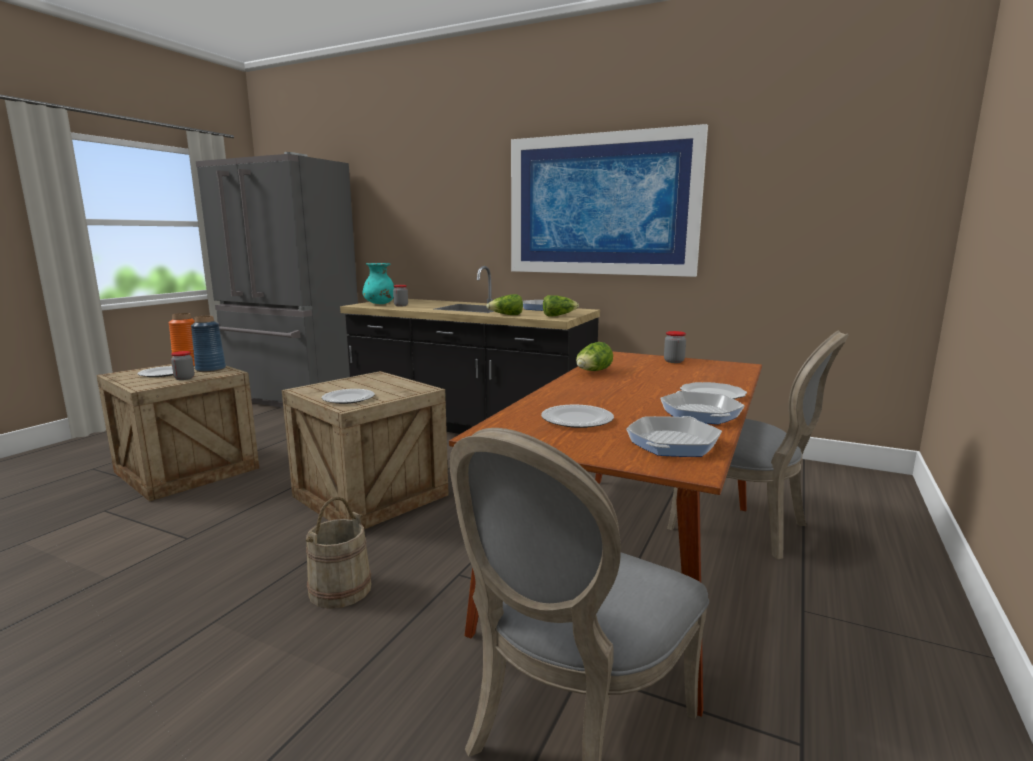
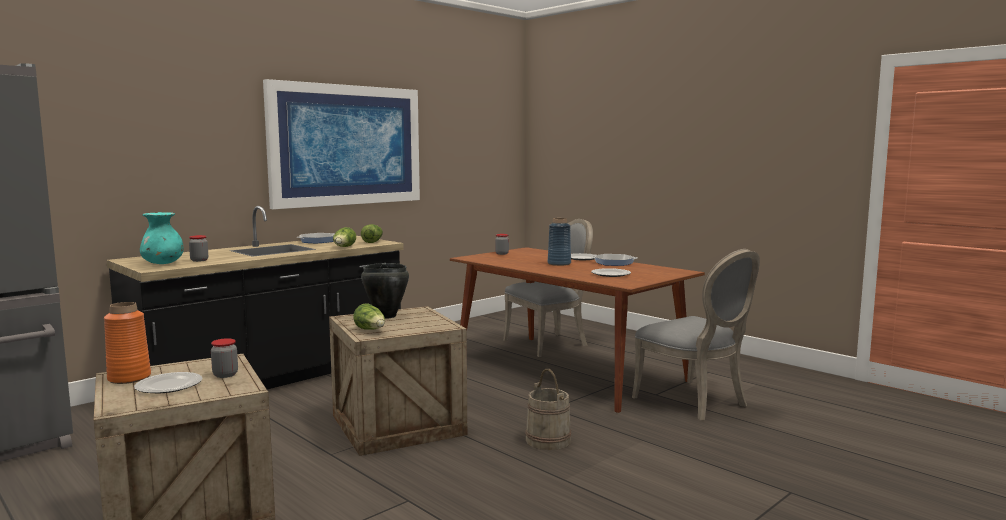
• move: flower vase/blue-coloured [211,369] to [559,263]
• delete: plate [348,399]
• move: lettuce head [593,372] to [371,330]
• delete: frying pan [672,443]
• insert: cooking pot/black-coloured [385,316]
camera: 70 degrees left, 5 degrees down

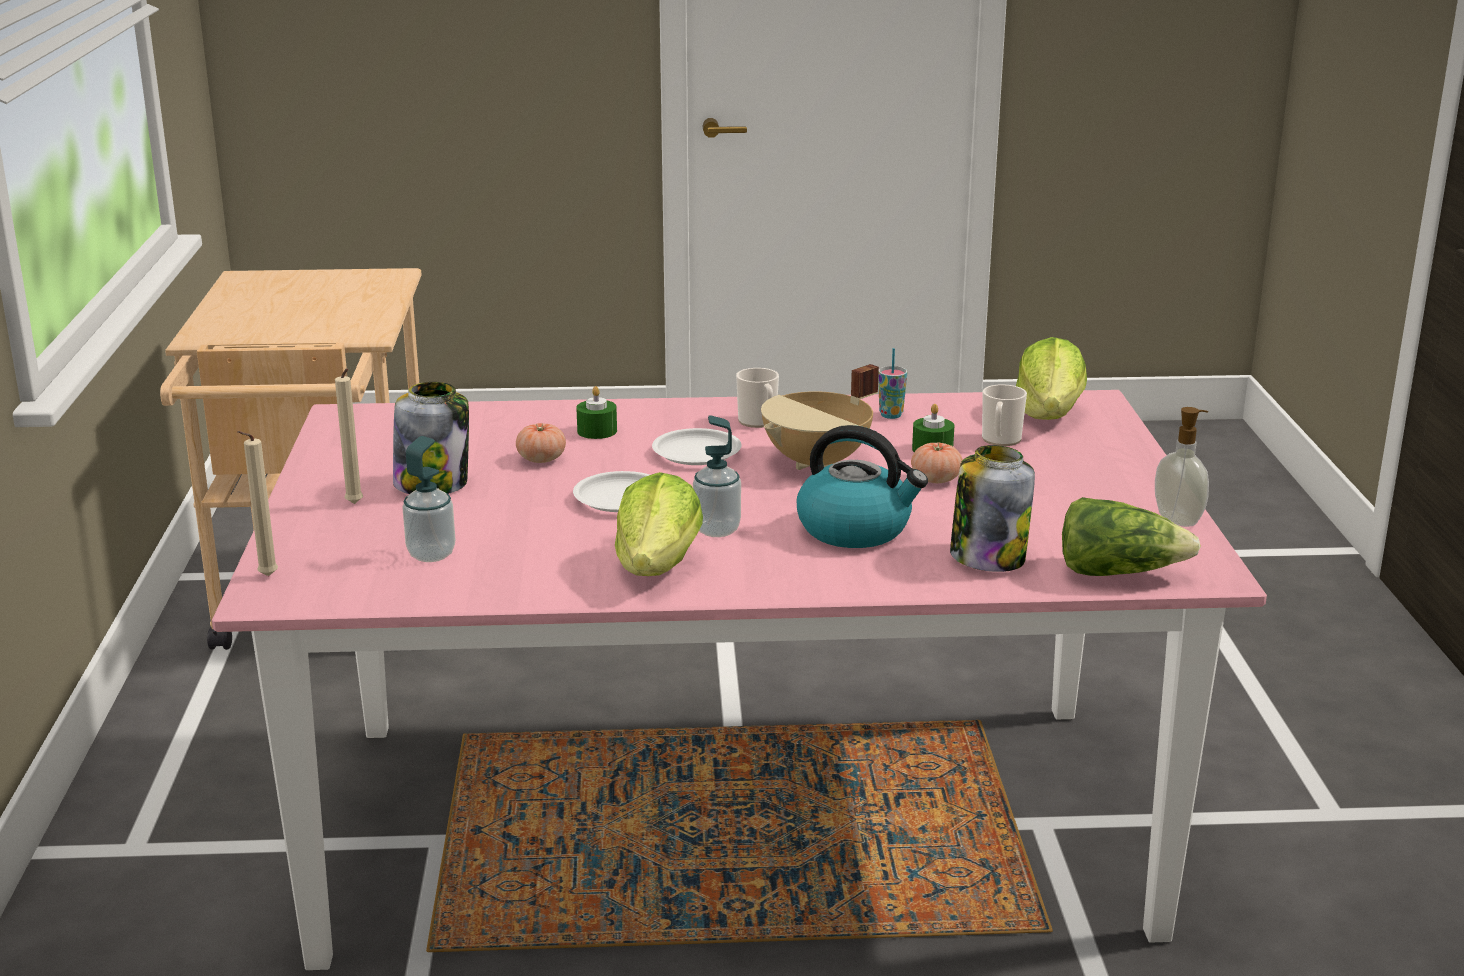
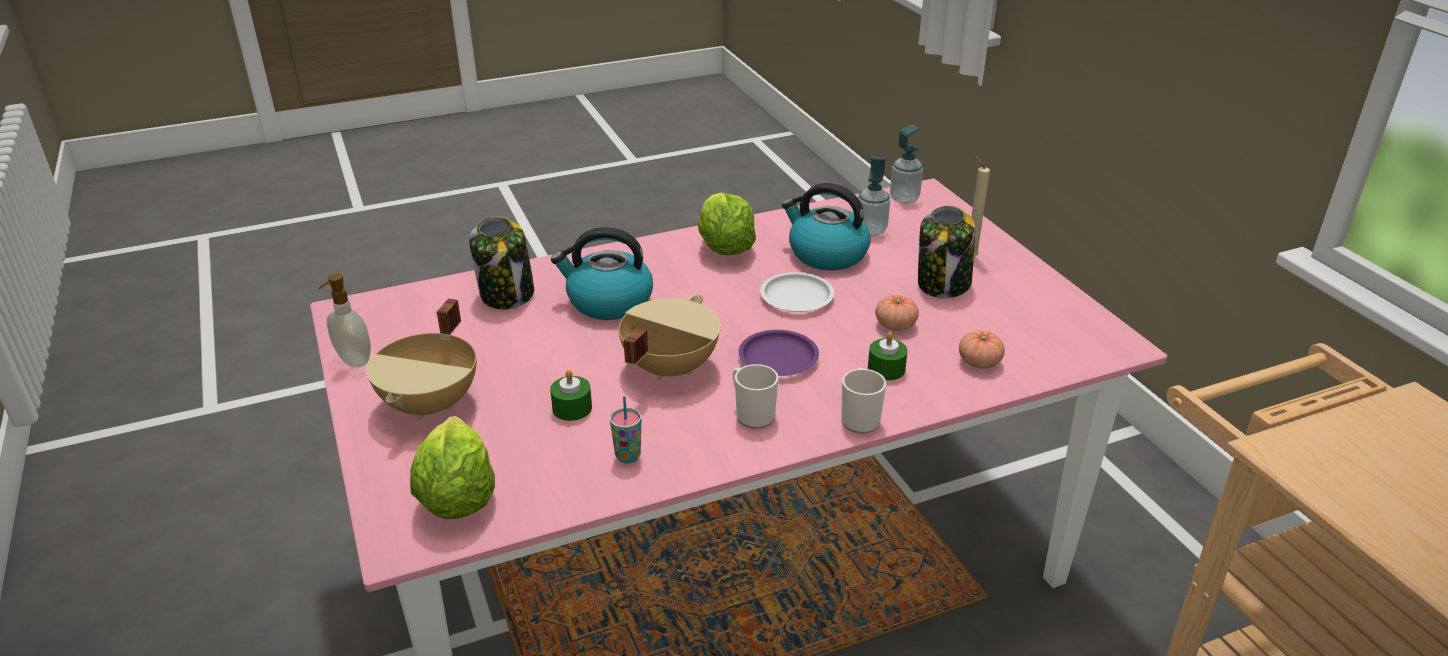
• delete: wax candle/beige-coloured [265,577]
• recolor: plate/whitish [696,453] to plate/purple-coloured [779,358]
• move: soap dispenser [717,530] to [904,199]
• move: fresh tomato [936,479] to [979,362]
• move: tea mug [1000,440] to [860,418]
• delete: lettuce head [1118,572]
• insert: cooking pot/beige-coloured [432,404]
• insert: tea kettle [826,254]
camera: 160 degrees right, 10 degrees up

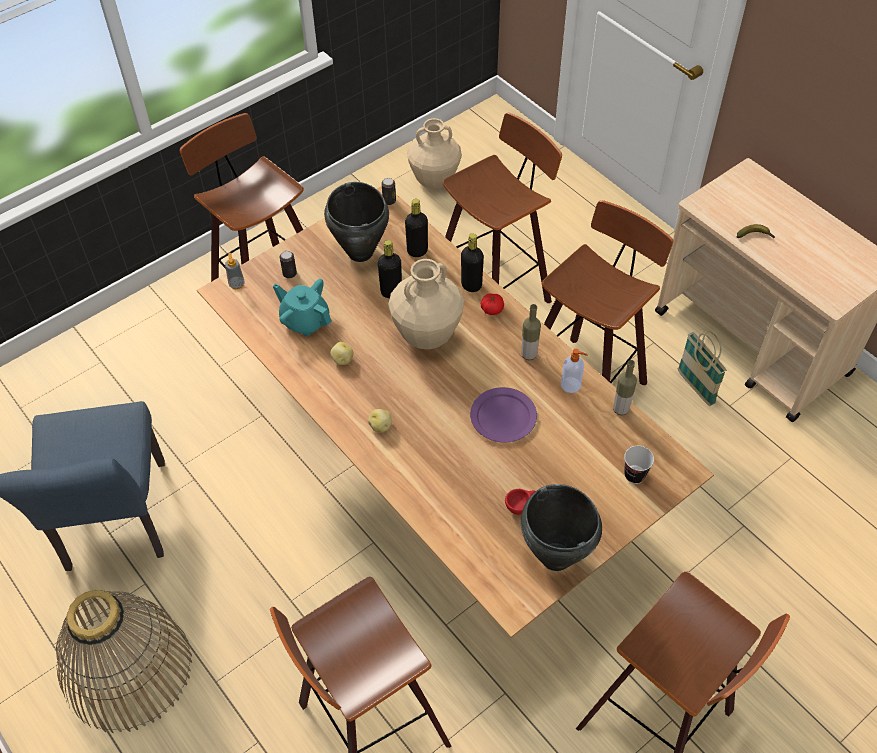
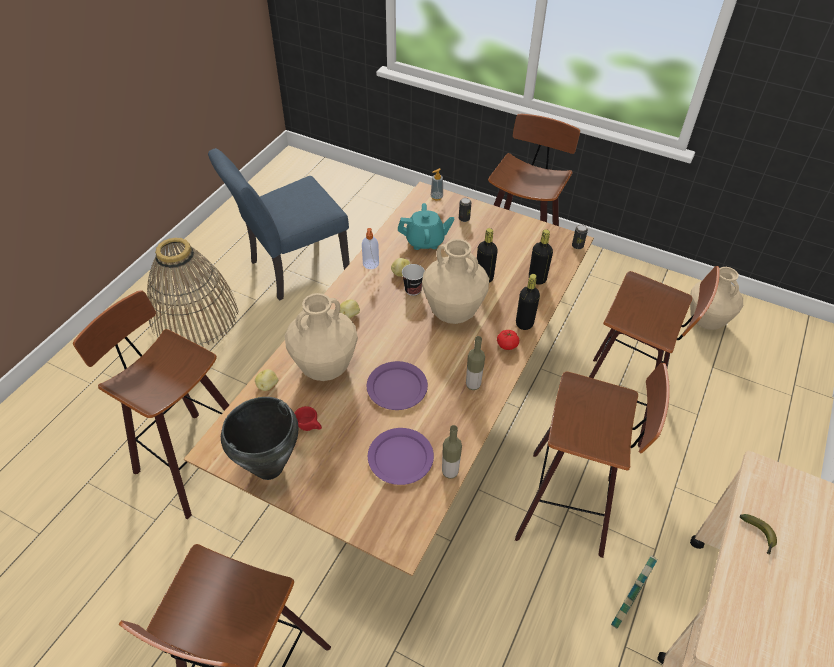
• rotate: pot for tea/turquoise [305,321] = [425,241] 75 degrees clockwise
• delete: cooking pot/black-coloured [361,252]
• move: soap dispenser [571,385] to [371,264]
• move: drinking cup [634,475] to [413,290]
• insert: potato [268,385]
• insert: flower vase/beige-coloured [324,368]
• insert: plate/purple-coloured [401,458]
camera: 65 degrees right, 5 degrees down

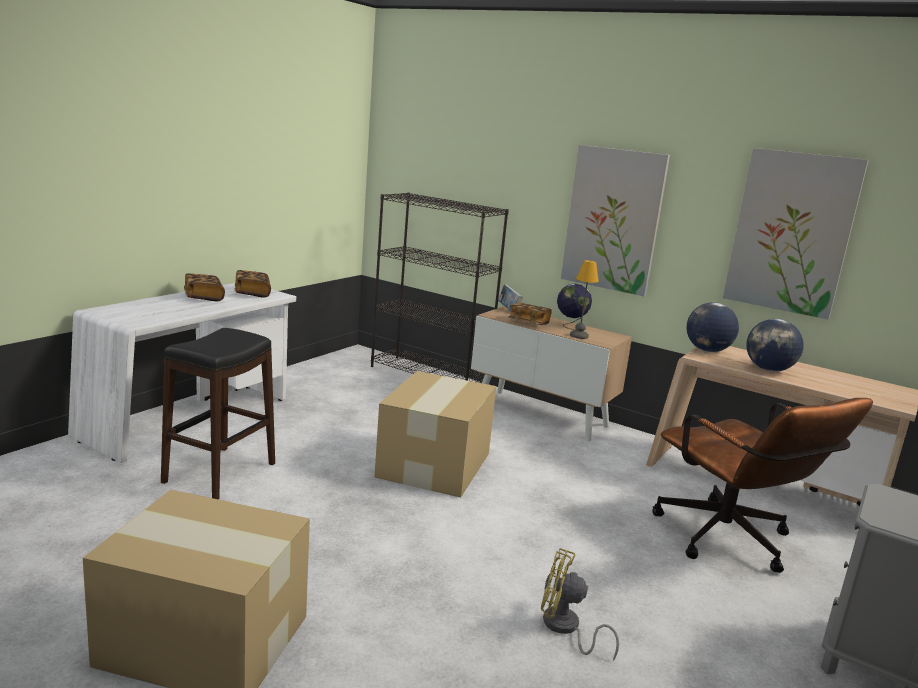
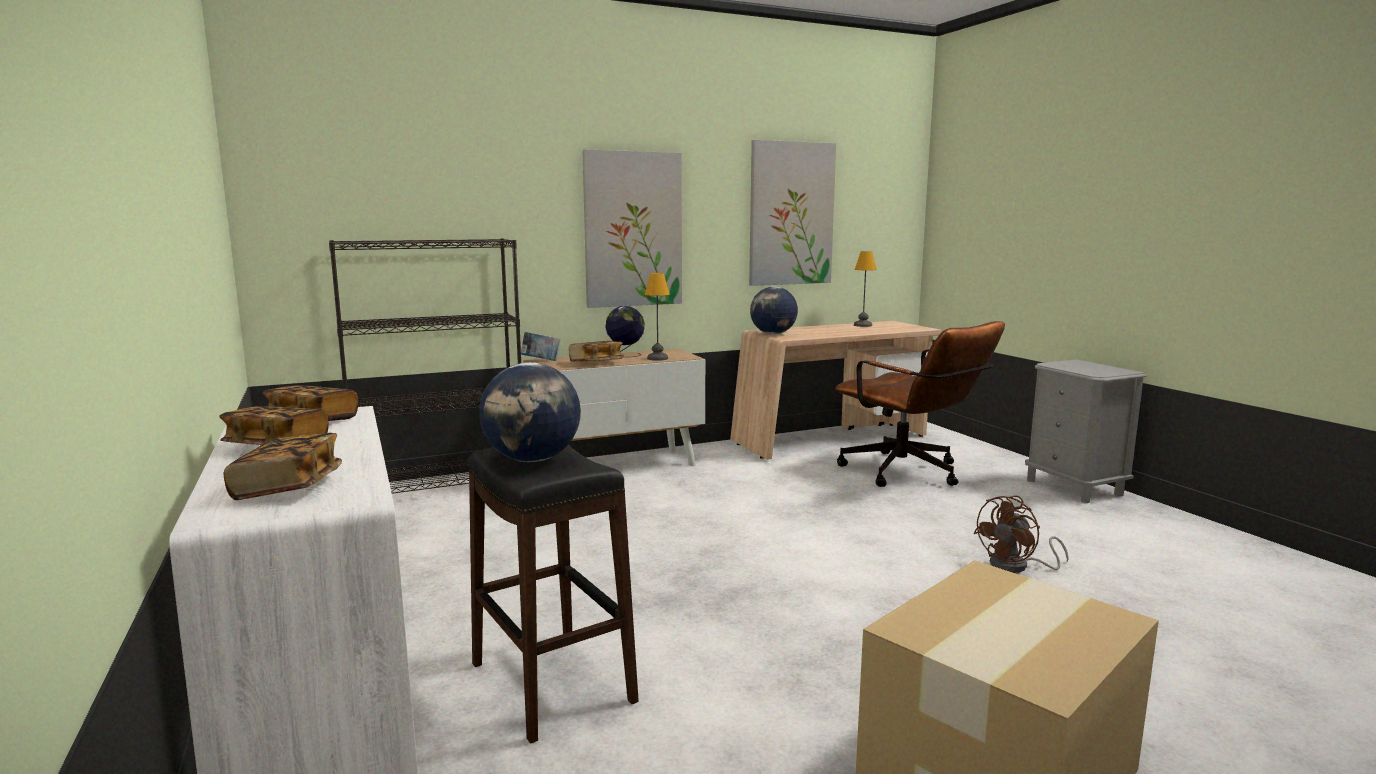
• delete: packing box [435,464]
• recolor: fan/yellow [565,628] to fan/brown-coloured [1017,566]
• rotate: computer chair/brown-coloured [732,543] = [910,474] 45 degrees clockwise
• move: desk globe [769,370] to [533,460]
• insert: volume [288,488]
• insert: table lamp [862,325]
camera: 55 degrees left, 5 degrees down

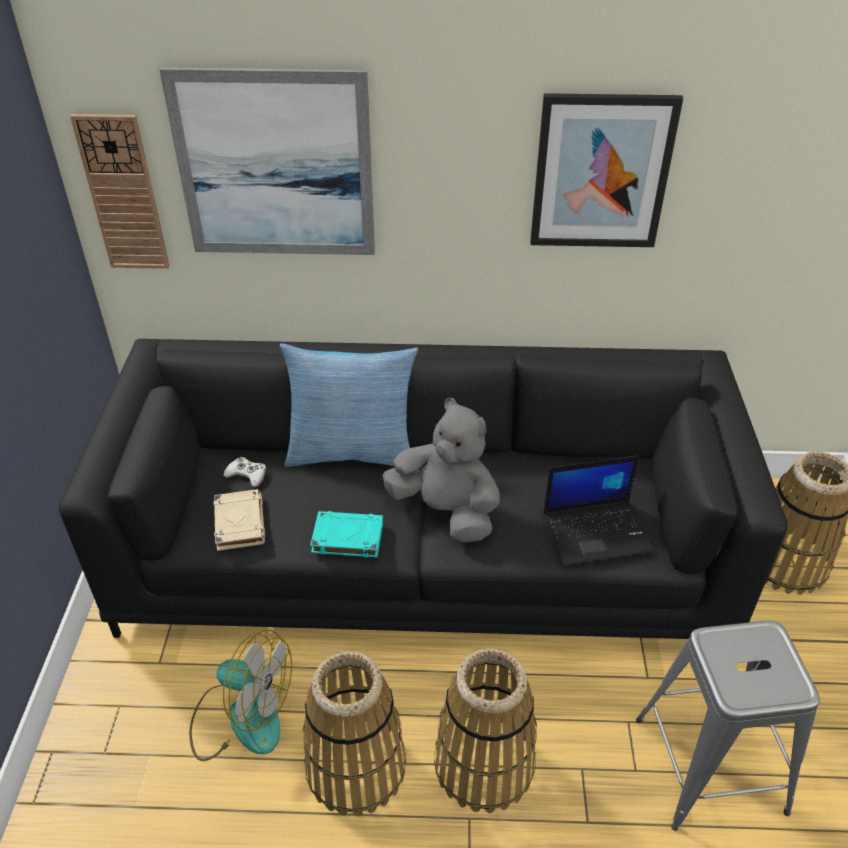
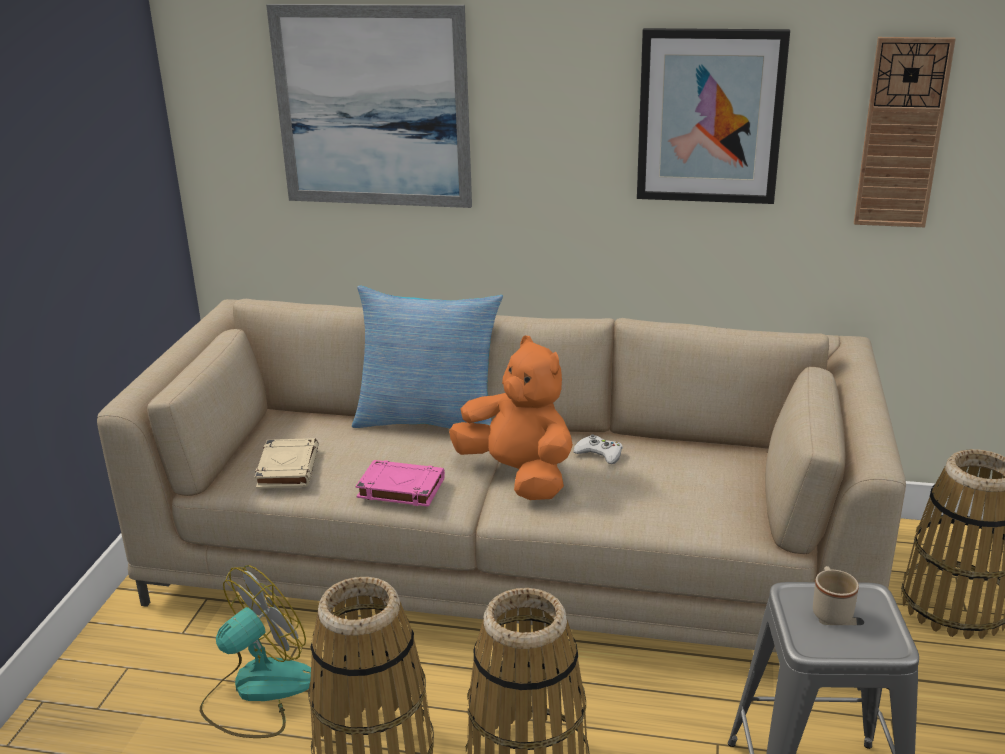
• recolor: settee/black-coloured [424,554] to settee/beige-coloured [508,561]
• move: hanging clock [123,194] to [901,134]
• rotate: fan [241,717] = [257,691] 75 degrees counterclockwise
• move: gamepad/whitish [247,475] to [599,454]
• recolor: volume/turquoise [347,537] to volume/pink-coloured [400,488]
• recolor: soft toy/gray [446,511] to soft toy/orange-coloured [518,475]
• delete: laptop [597,531]
• insert: tea mug/beige-coloured [830,610]
camera: 10 degrees right, 15 degrees down

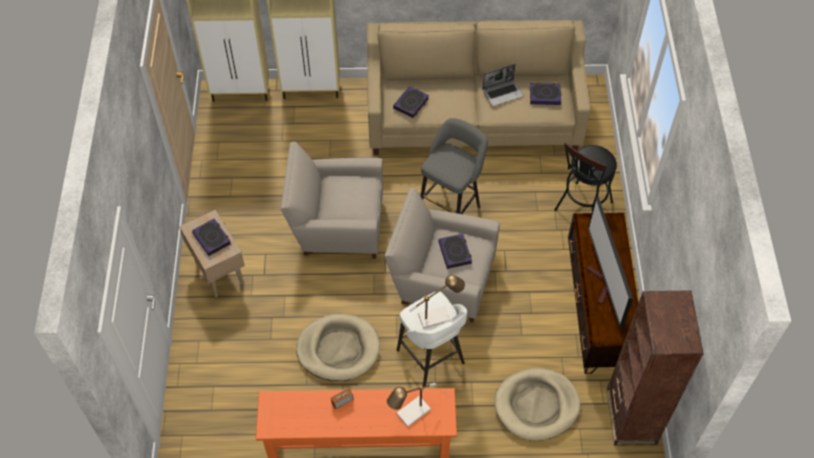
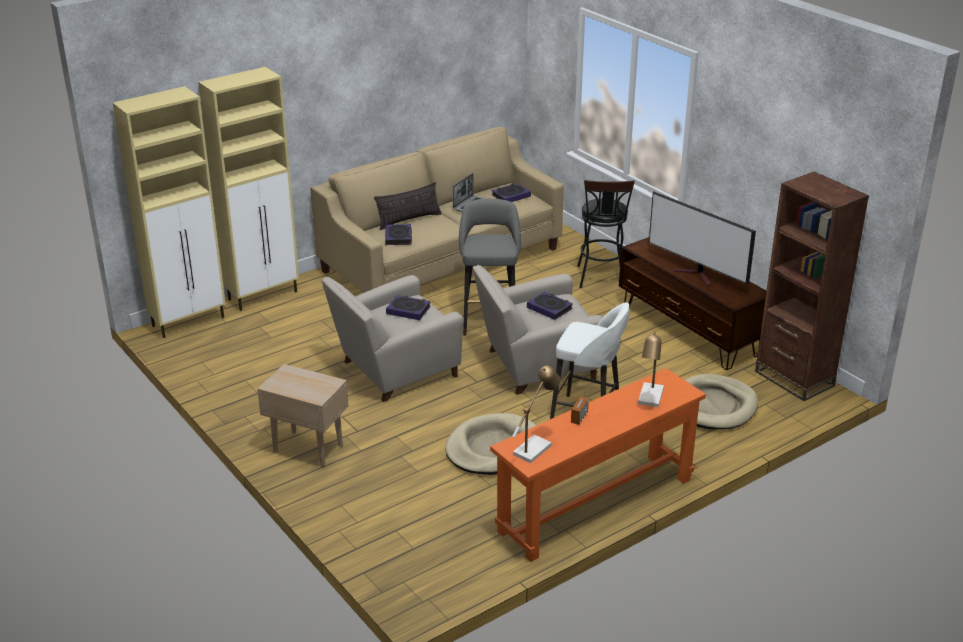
• move: volume [212,238] to [408,310]
• move: table lamp [438,316] to [535,447]
• insert: pillow [409,220]
camera: 35 degrees left, 25 degrees down

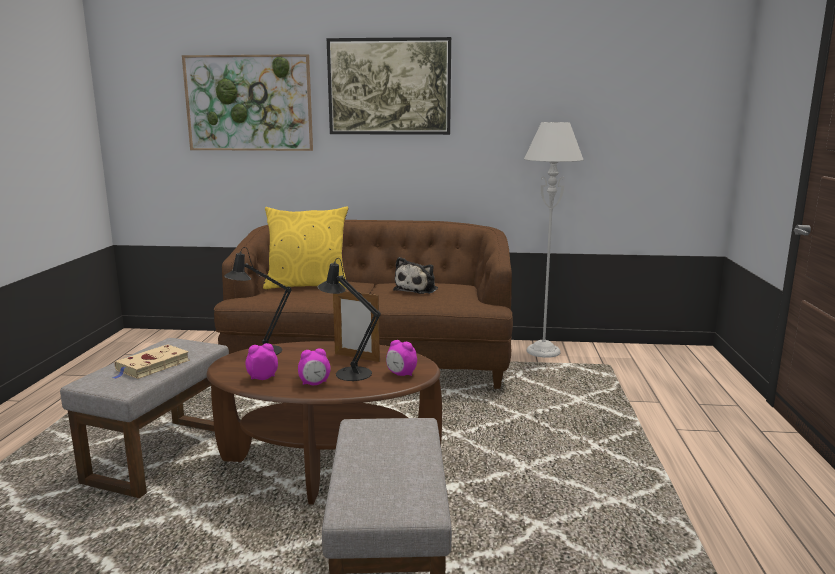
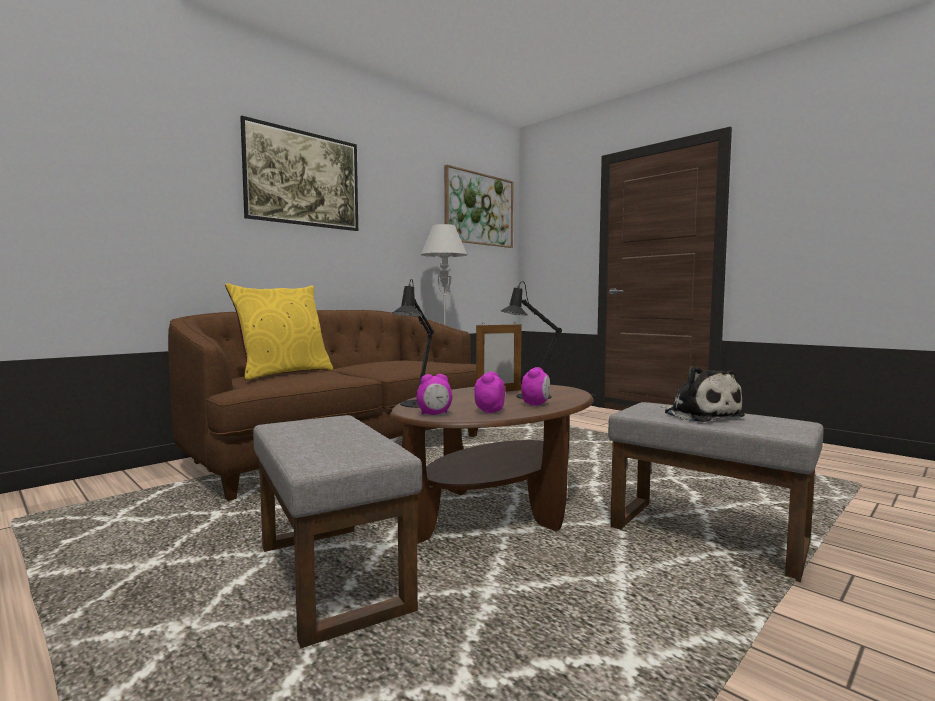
• delete: volume/beige-coloured [151,366]
• move: wall art [249,103] to [479,209]
• move: bedside clock [401,374] to [434,414]
• move: soft toy [417,289] to [700,415]
camera: 50 degrees left, 10 degrees down

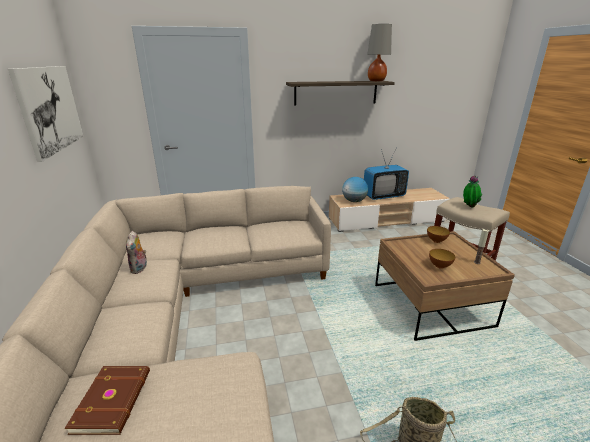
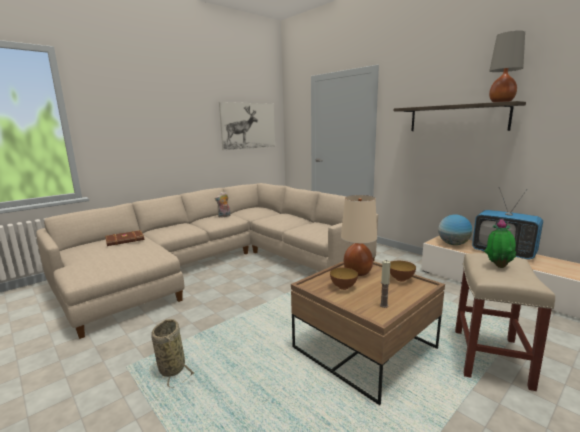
• insert: table lamp/beige-coloured [358,272]
camera: 60 degrees right, 10 degrees down

